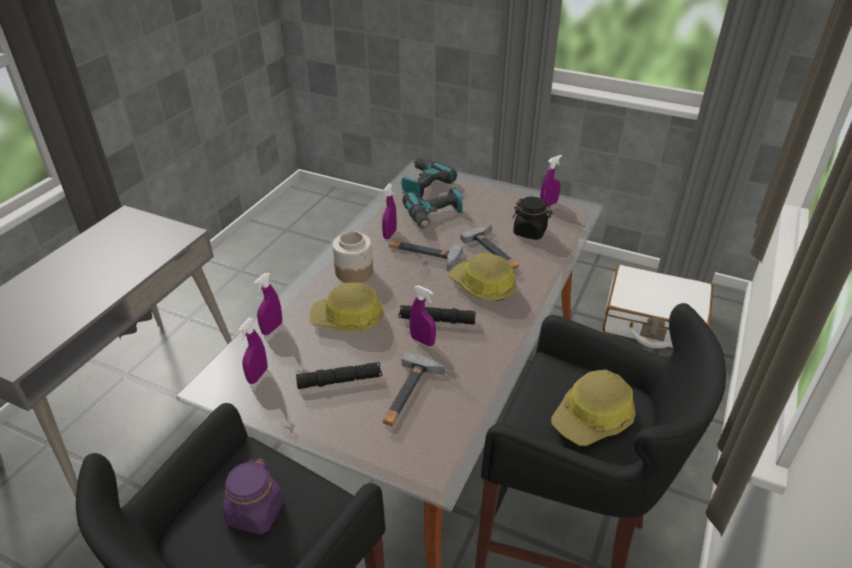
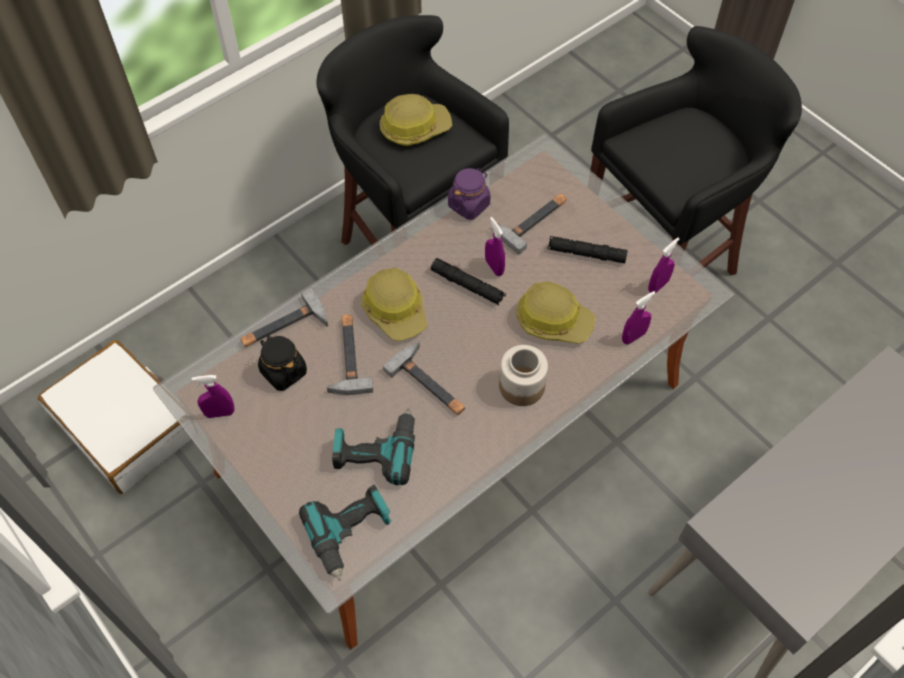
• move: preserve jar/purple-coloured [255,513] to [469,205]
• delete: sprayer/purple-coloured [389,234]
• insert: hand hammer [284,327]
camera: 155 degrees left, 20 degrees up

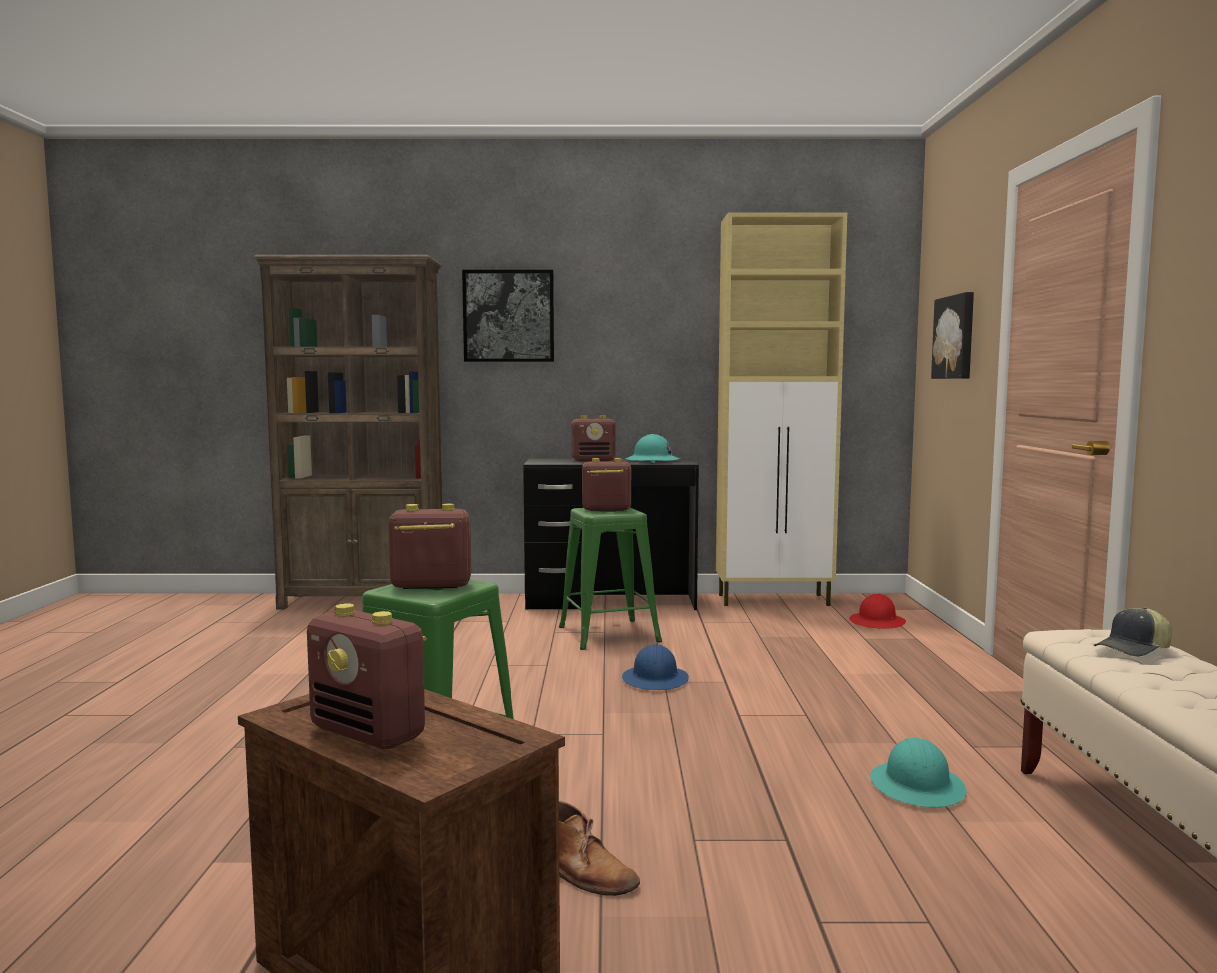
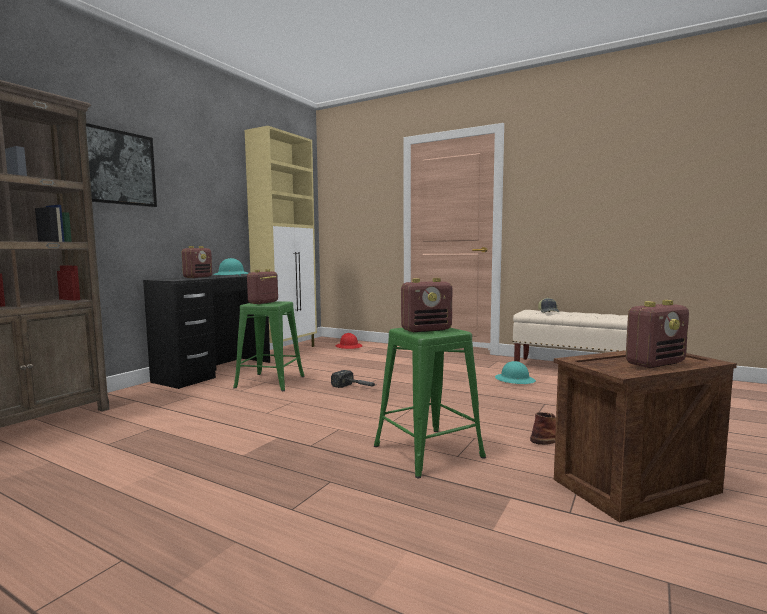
• rotate: radio [430,586] = [426,330] 135 degrees counterclockwise
• replace: hard hat/blue-coloured [655,680] to hand hammer [356,387]
• delete: wall art [955,337]
camera: 60 degrees left, 0 degrees up

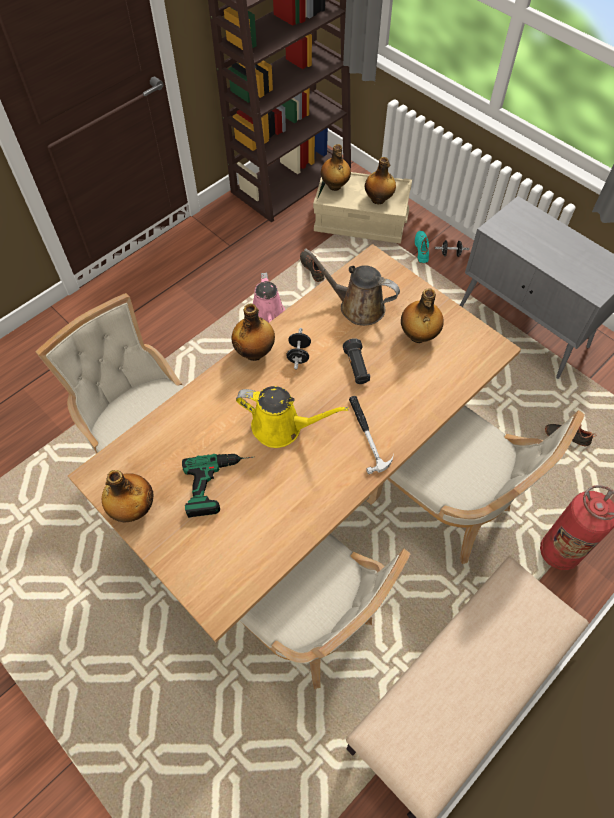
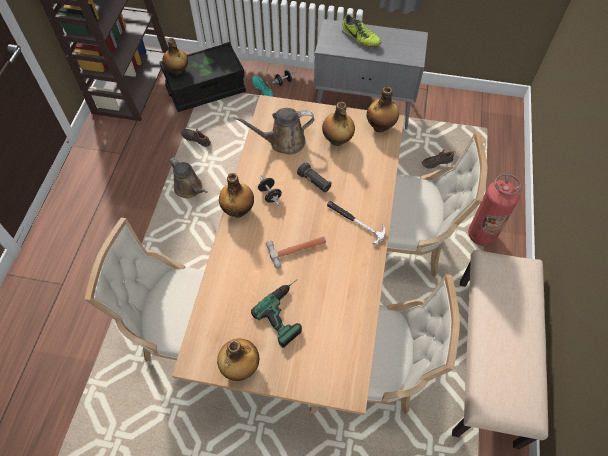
• replace: watering pot/yellow [282,427] to hand hammer [297,249]
• recolor: watering pot/pink-coloured [268,316] to watering pot/brown-coloured [190,189]
• recolor: storage box/beige-coloured [360,221] to storage box/black-coloured [206,89]
• move: bottle [378,199] to [381,126]
• insert: shoe [360,38]
camera: 35 degrees left, 0 degrees up

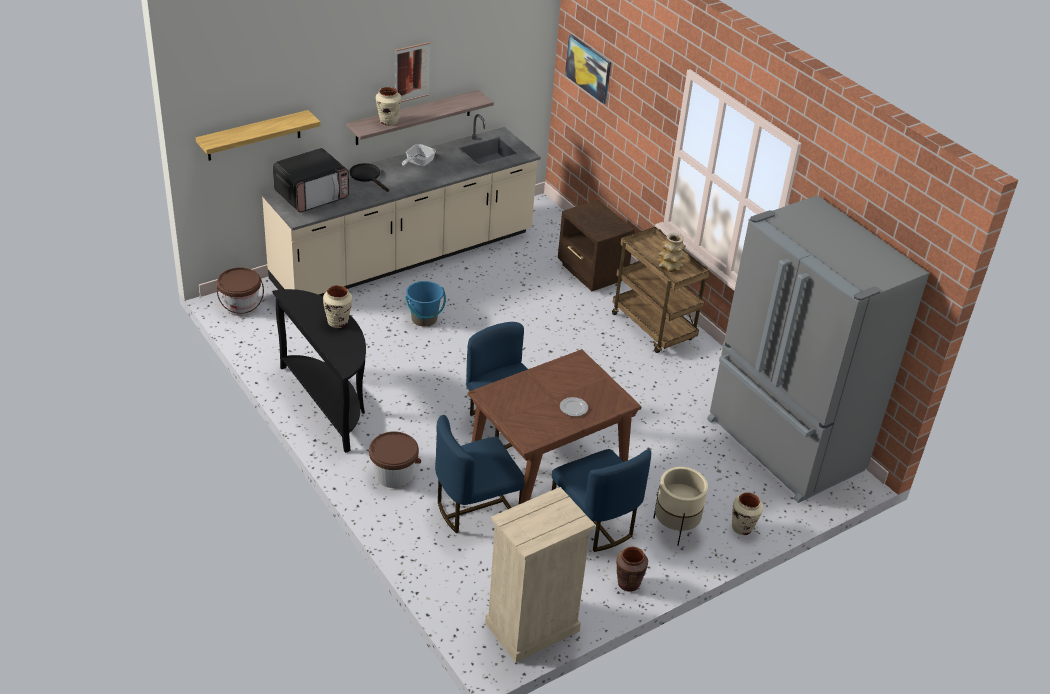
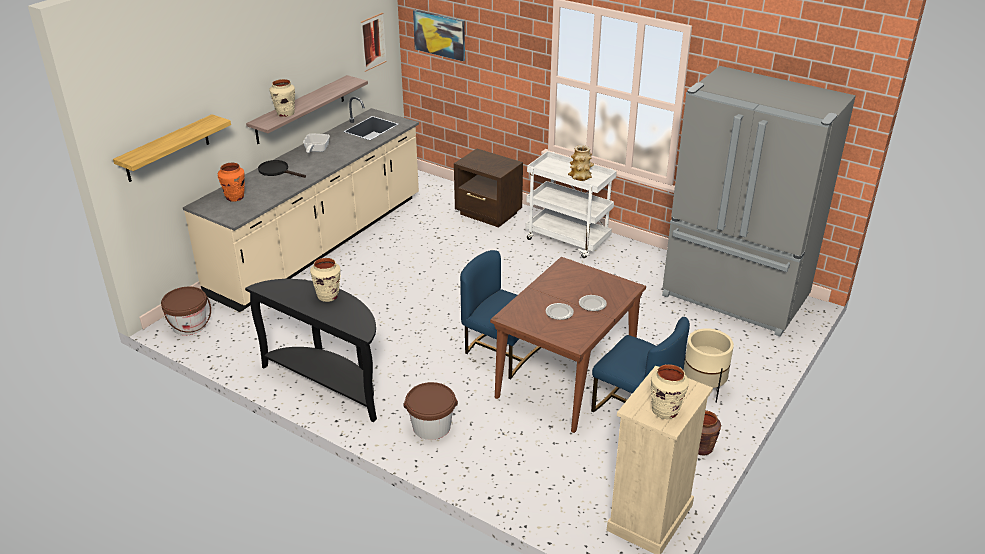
• replace: microwave oven [312,195] to flower vase/orange-coloured [235,197]
• move: wall art [412,72] to [373,42]
• delete: water bucket/blue-coloured [424,319]
• delete: chair/blue-coloured [476,508]
• recolor: wheeled cart/brown-coloured [654,328] to wheeled cart/whitish [568,240]
• move: flower vase/beige-coloured [742,528] to [665,411]
• insert: plate [559,313]
camera: 20 degrees left, 5 degrees down

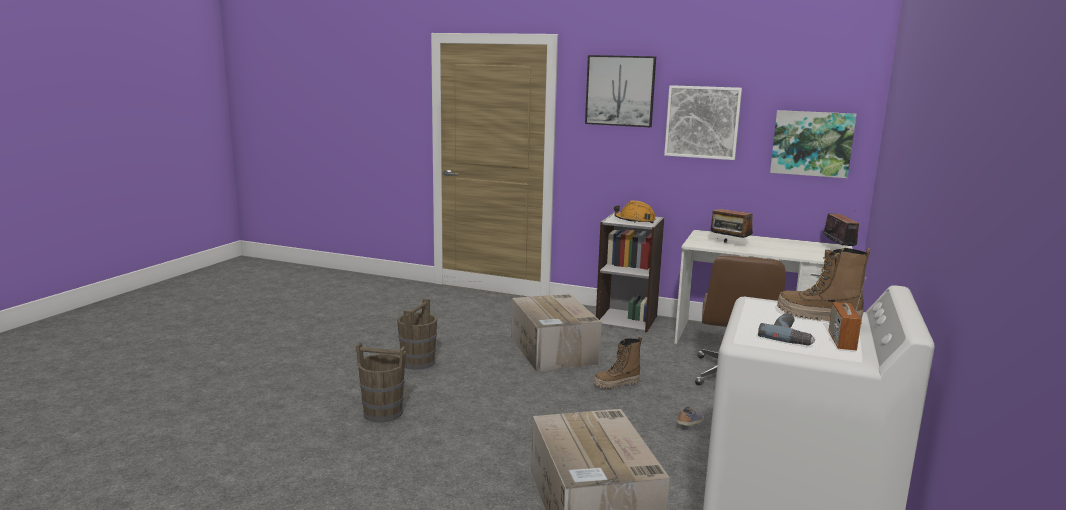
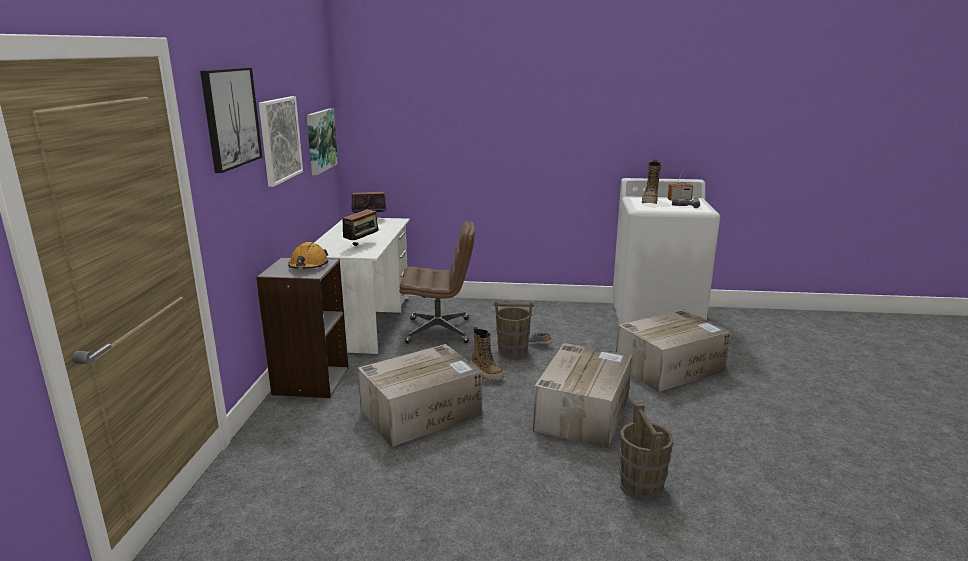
• move: water bucket/brown-coloured [418,362] to [512,352]
• insert: packing box [583,412]
camera: 105 degrees left, 5 degrees up

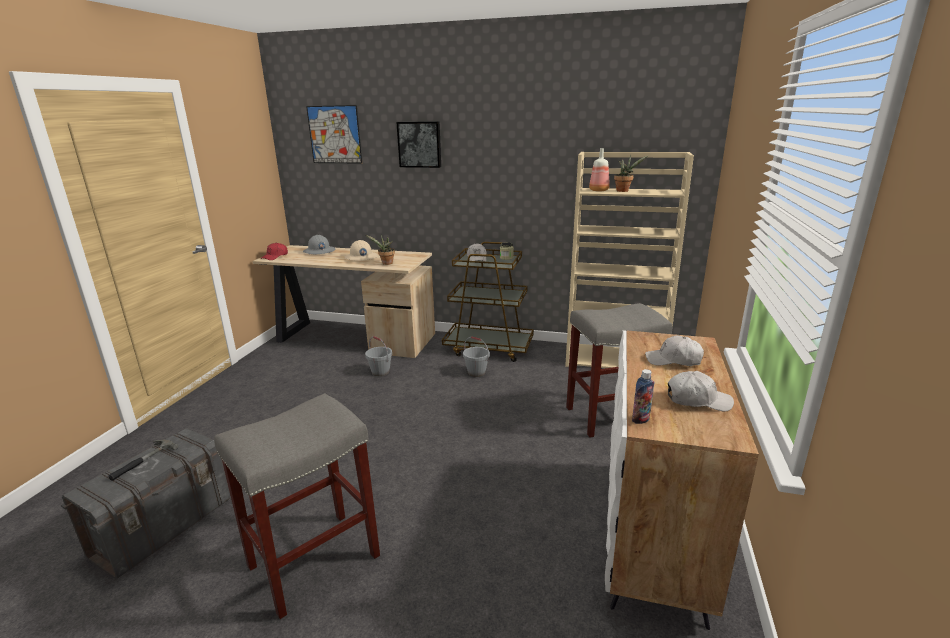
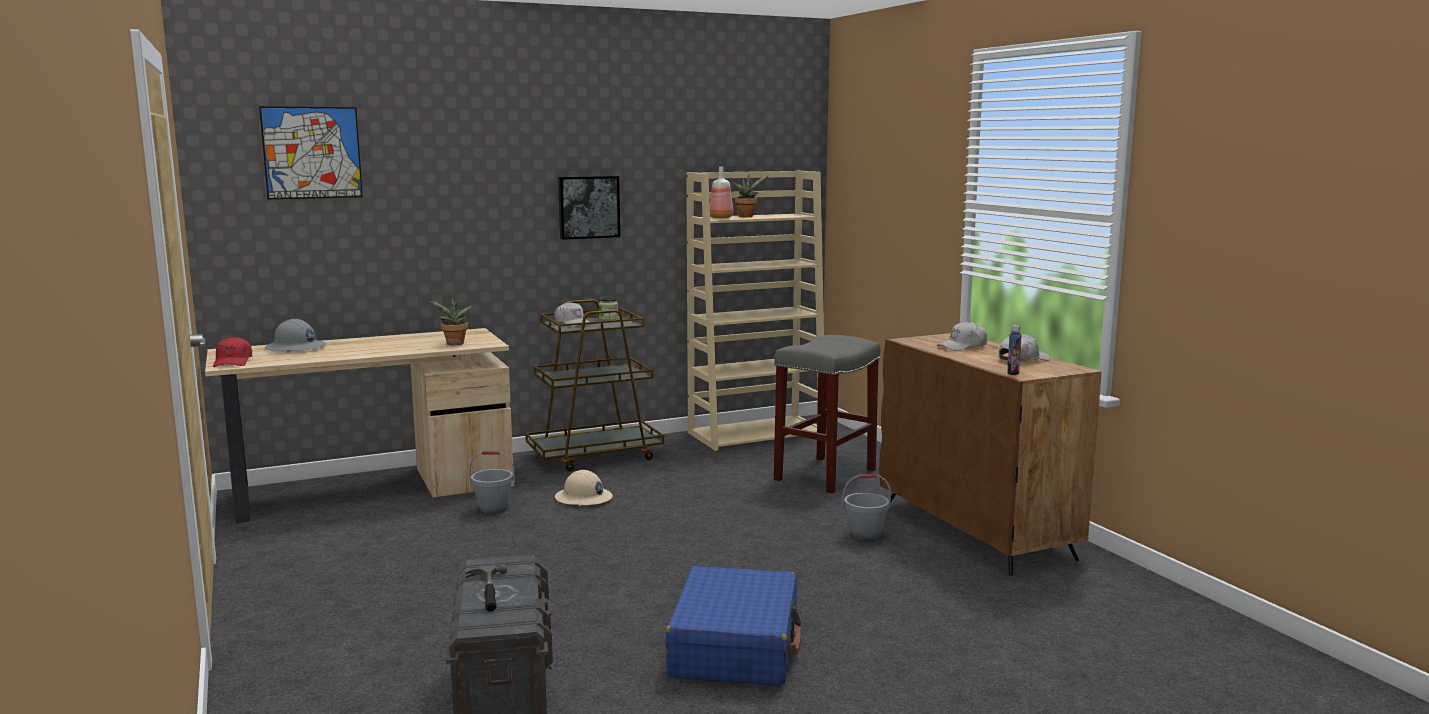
• replace: stool/gray [315,559] to travel case/blue-coloured [735,647]
• move: hard hat/beige-coloured [361,257] to [583,498]
• move: wall art [420,144] to [588,207]
• move: water bucket/gray [476,372] to [865,536]
• recolor: storage cabinet/whitish [654,534] to storage cabinet/brown-coloured [977,531]
camera: 40 degrees left, 10 degrees down

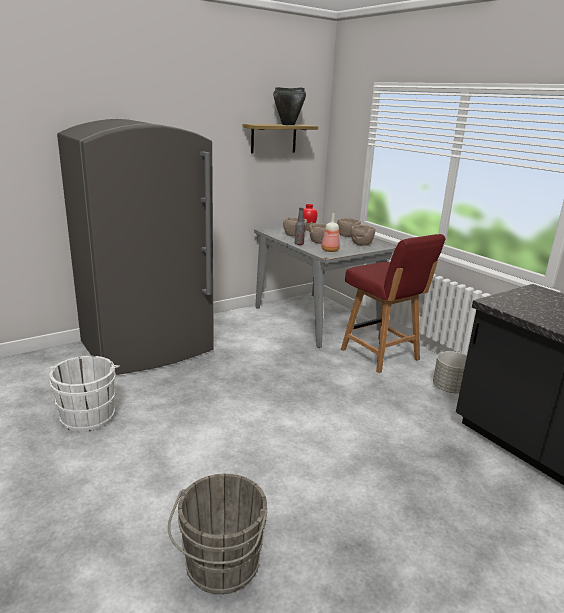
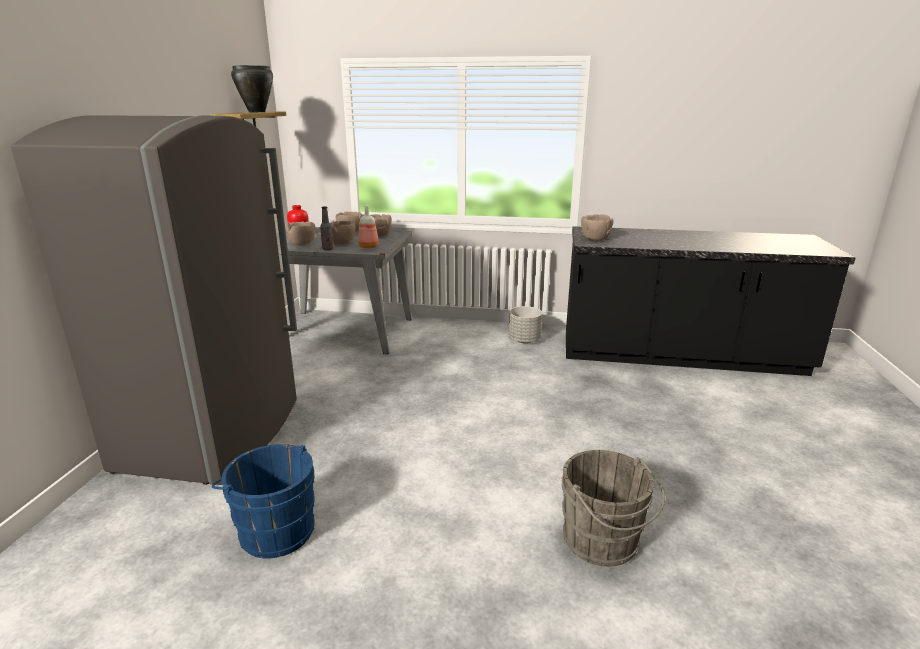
• recolor: water bucket/whitish [89,415] to water bucket/blue-coloured [275,530]
• delete: chair/red [381,355]
• insert: serving bowl/brown-coloured [595,238]
camera: 45 degrees left, 0 degrees up

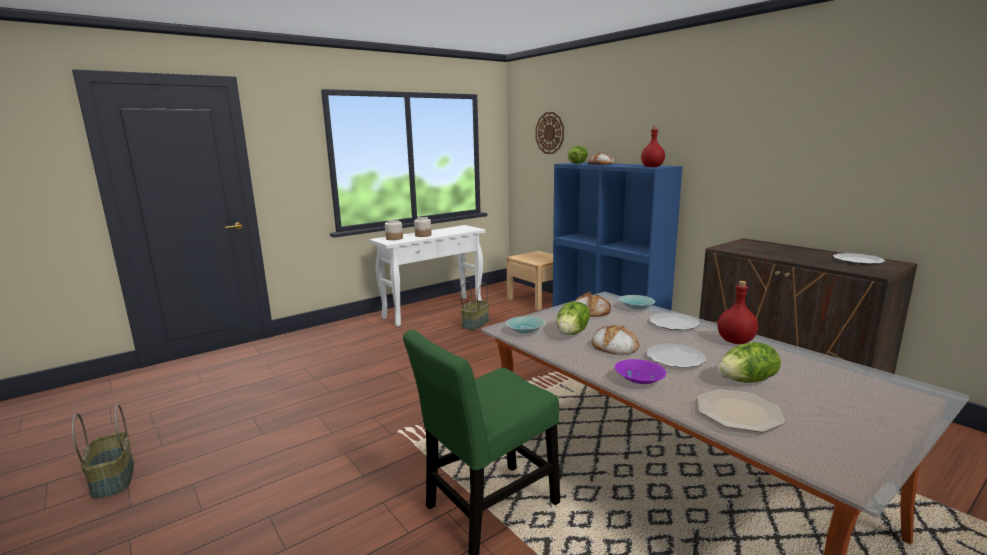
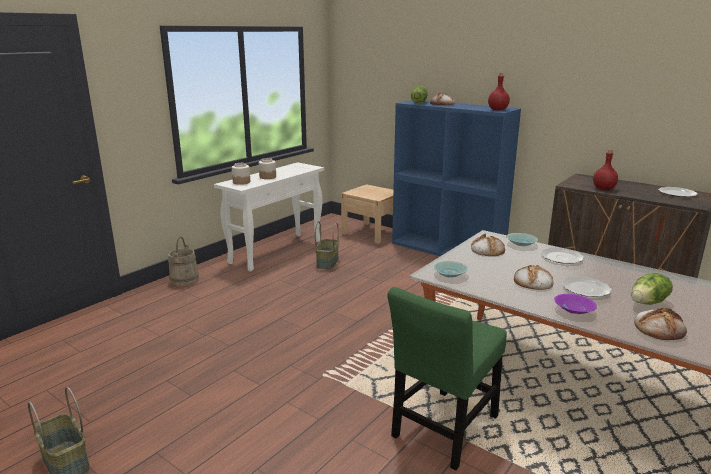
• delete: hanging clock [550,133]
• delete: lettuce head [572,333]
• replace: plate [738,411] to baked bread [659,328]
• move: bottle/red [736,341] to [604,189]
• insert: water bucket/beige-coloured [184,280]
camera: 15 degrees left, 5 degrees up

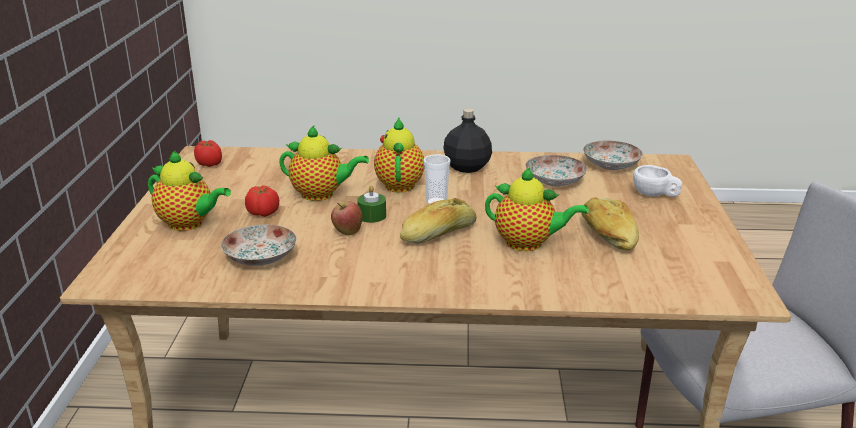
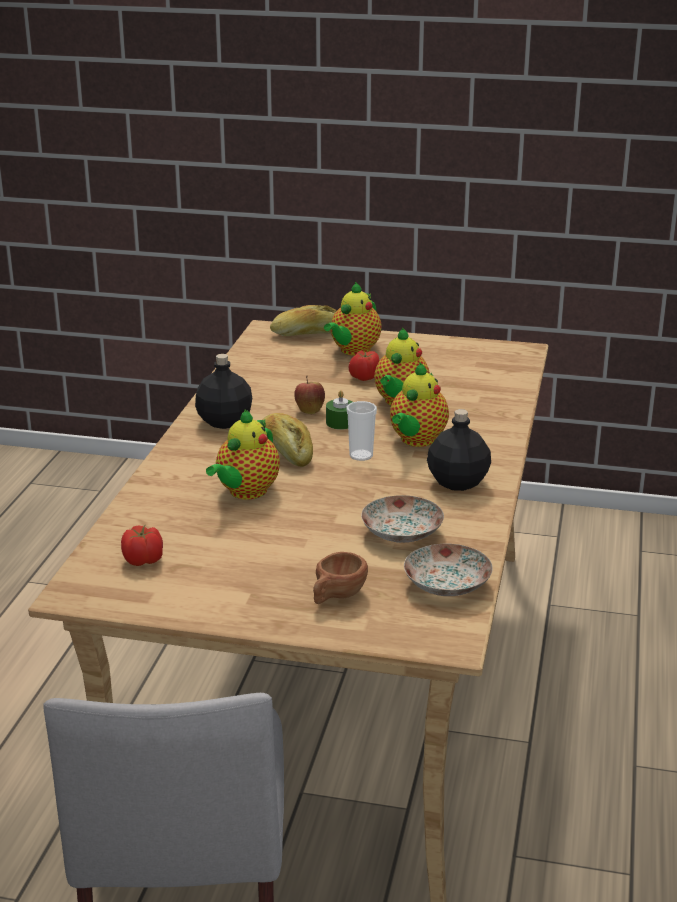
• move: fresh tomato [209,164] to [144,560]
• delete: plate [259,258]
• rotate: pot for tea [400,184] = [416,440] 105 degrees clockwise
• move: baked bread [607,235] to [308,334]
• recolor: drinking cup/whitish [655,195] to drinking cup/brown-coloured [336,596]
• insert: bottle/black-coloured [225,422]
camera: 100 degrees right, 0 degrees up

